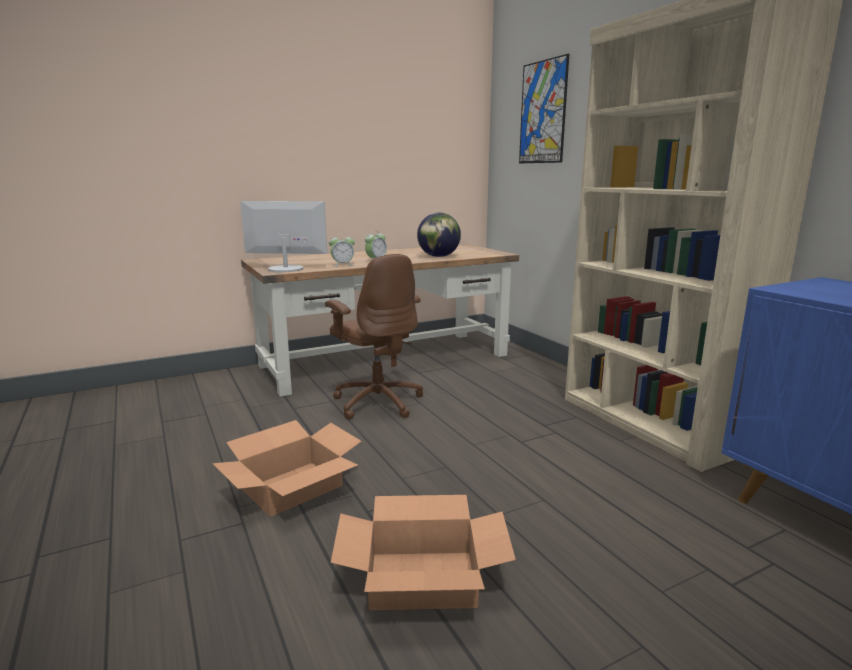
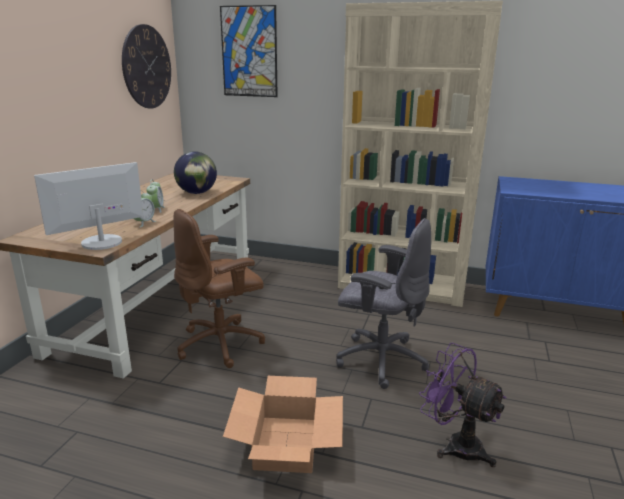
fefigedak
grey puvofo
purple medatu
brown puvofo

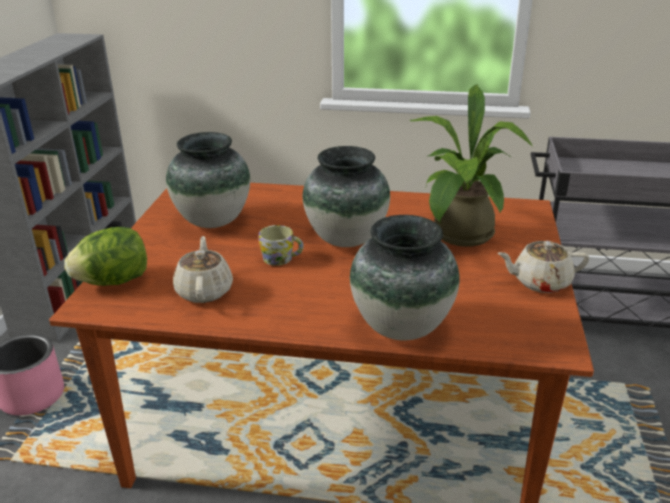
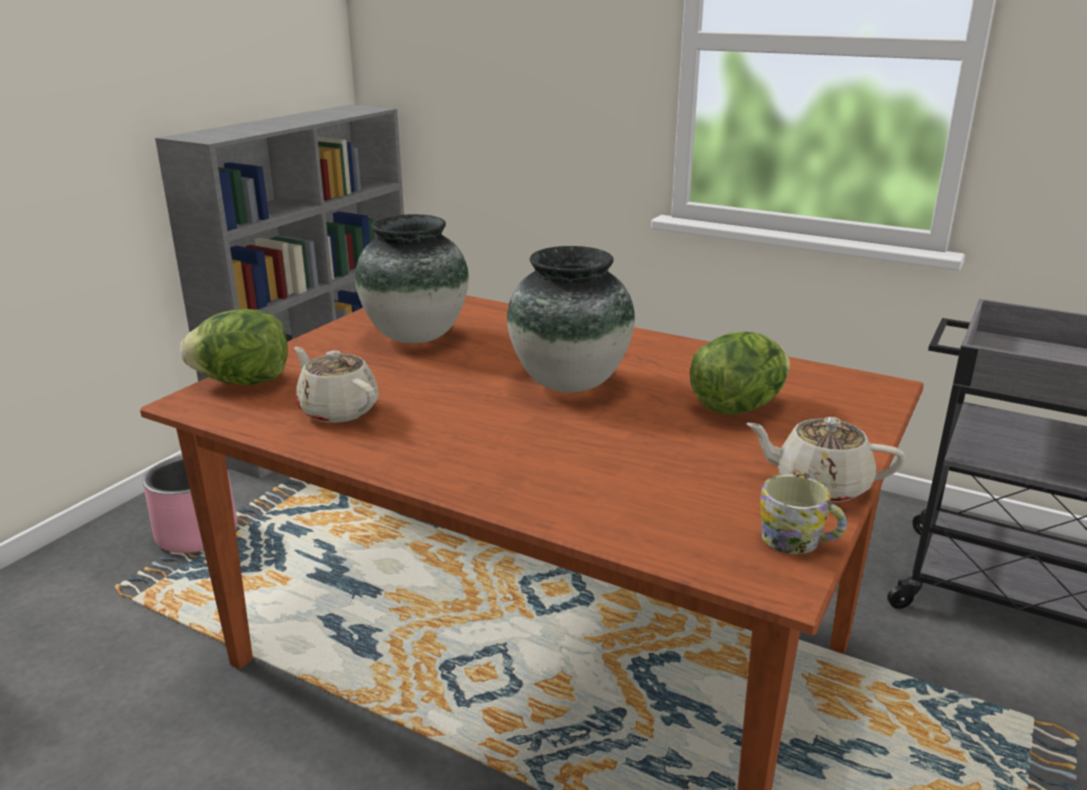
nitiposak (no. 3 from left in the first image)
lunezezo
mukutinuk (no. 2 from left)
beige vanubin (no. 1 from left)

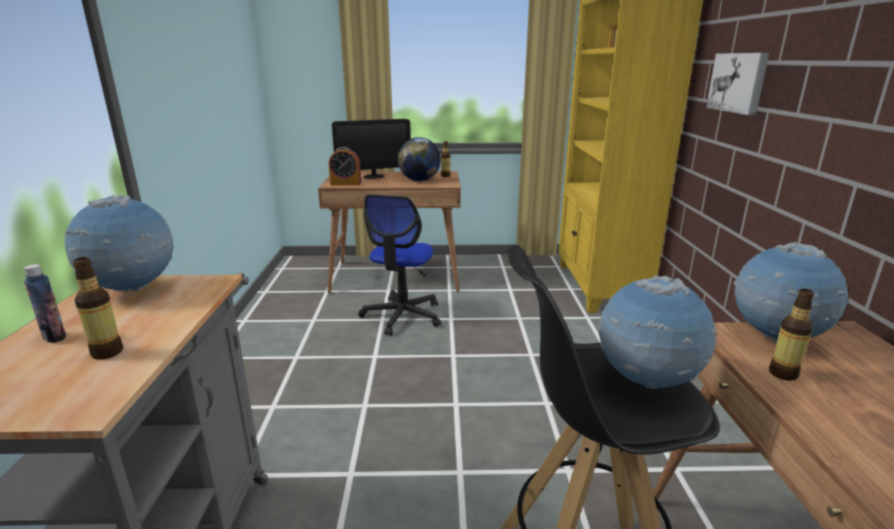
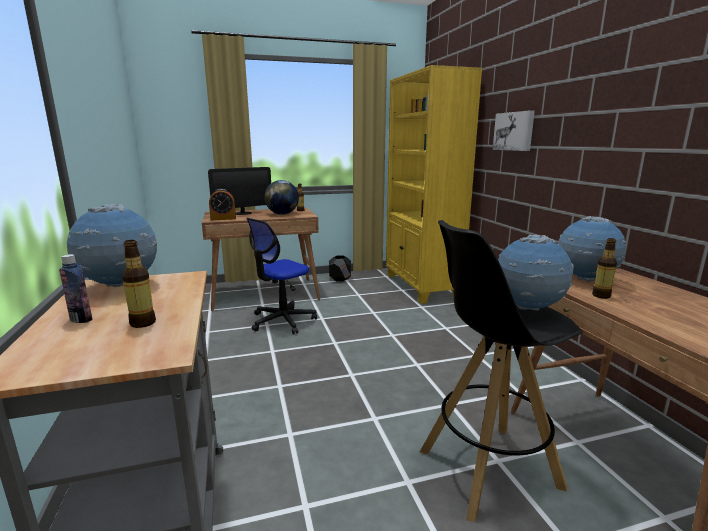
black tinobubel
puvofo

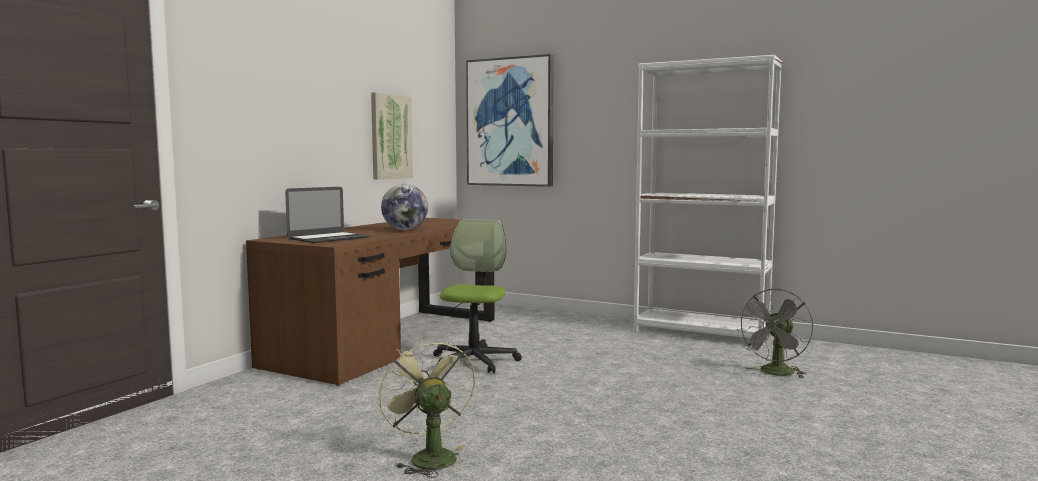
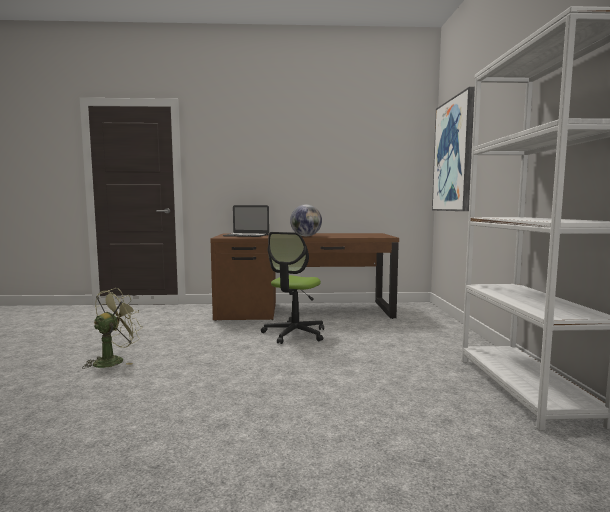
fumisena (no. 1 from left in the first image)
grey medatu
puvofo

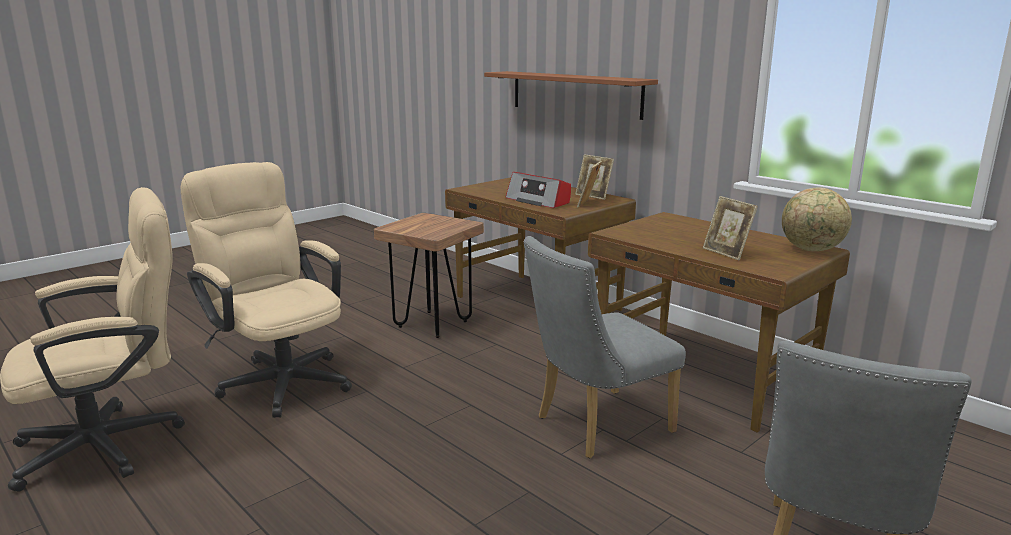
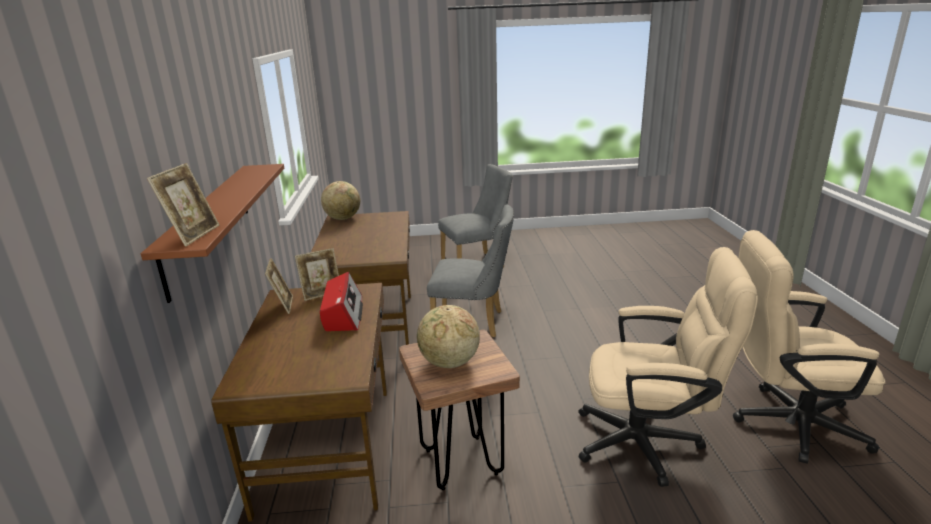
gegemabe (no. 2 from left)
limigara (no. 1 from left)
beige puvofo (no. 1 from left)

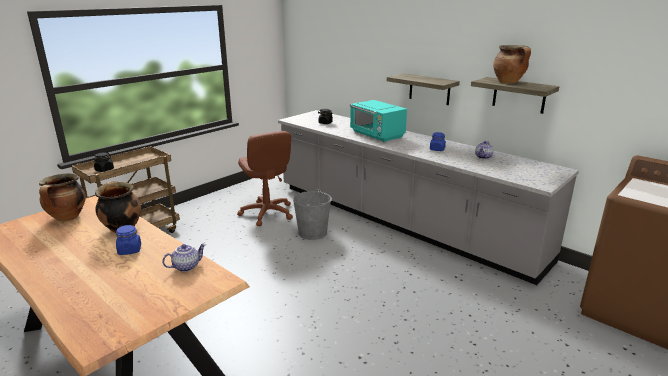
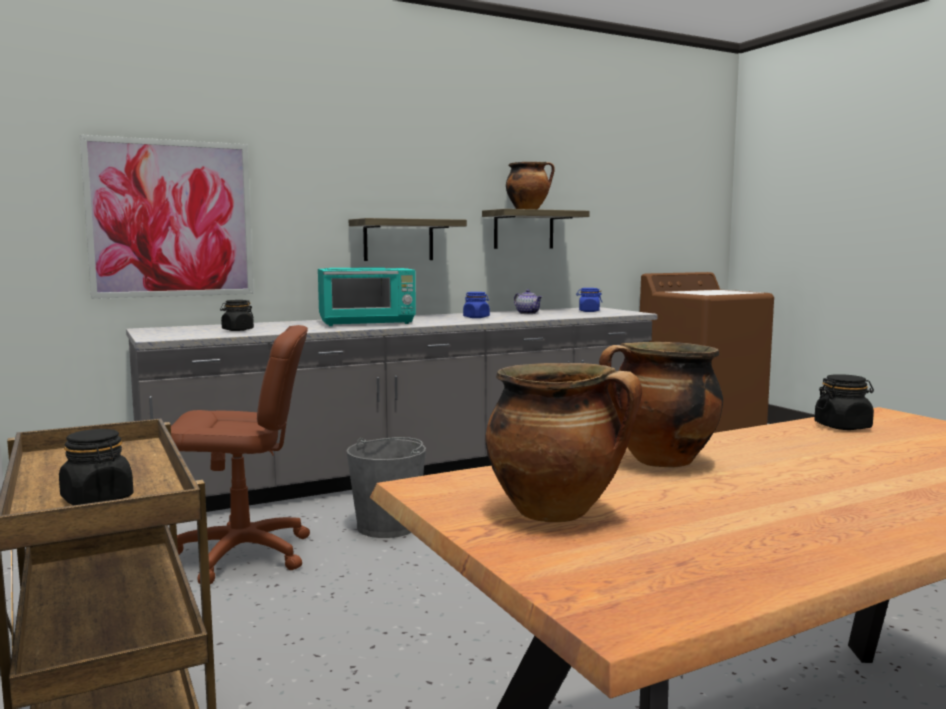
fumisena
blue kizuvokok (no. 2 from left)
black kizuvokok (no. 3 from left)

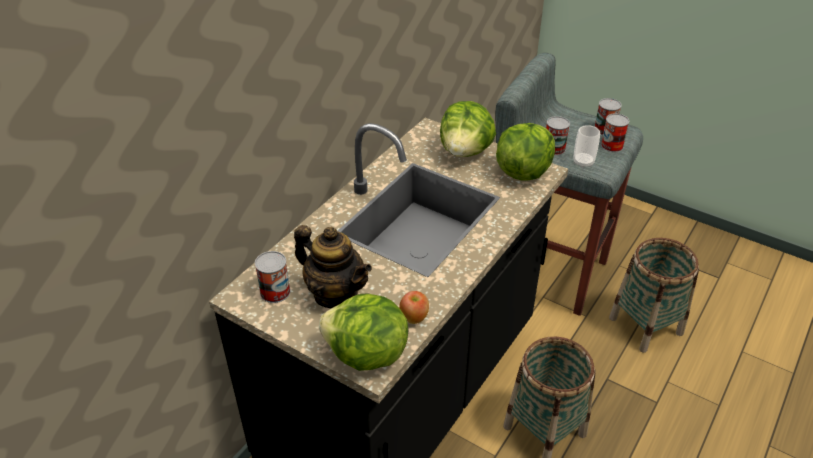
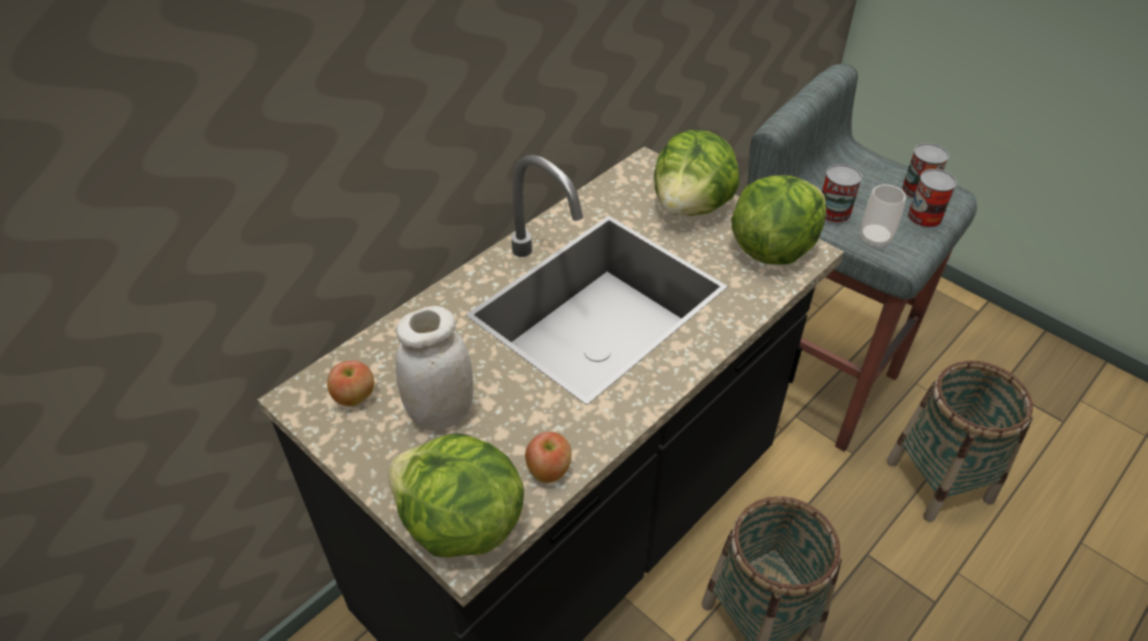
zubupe (no. 1 from left)
white kizuvokok

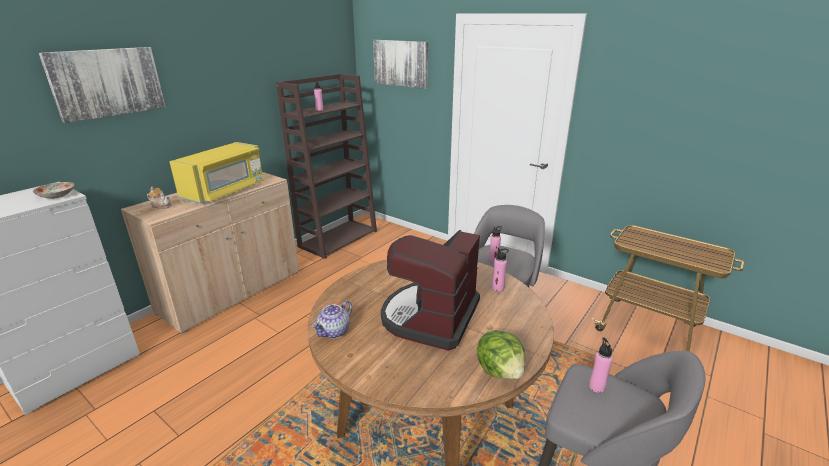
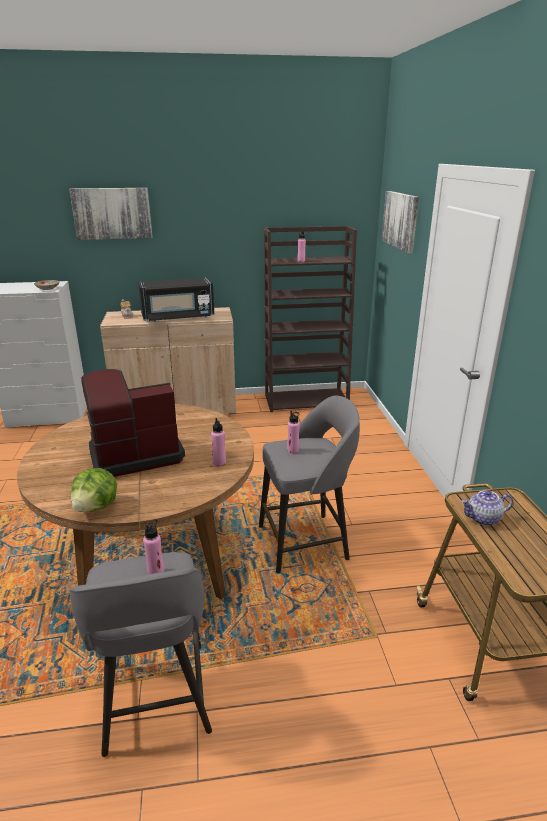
vanubin (no. 2 from left)
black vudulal

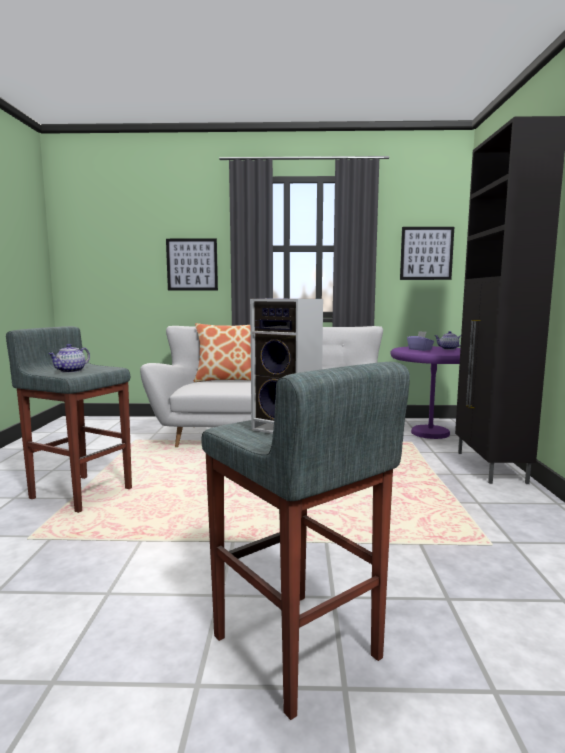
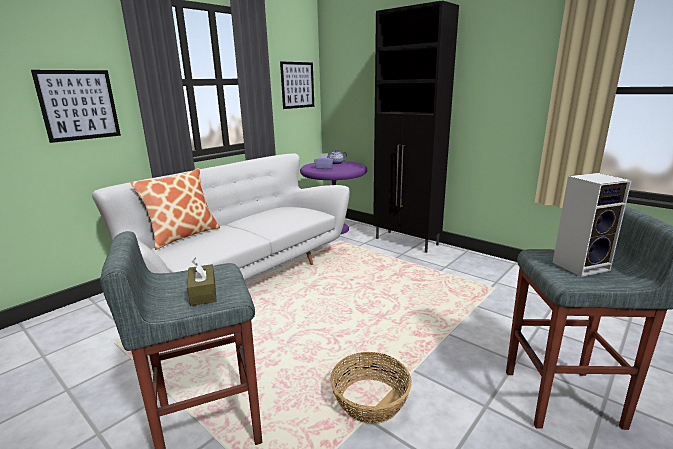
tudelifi
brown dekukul

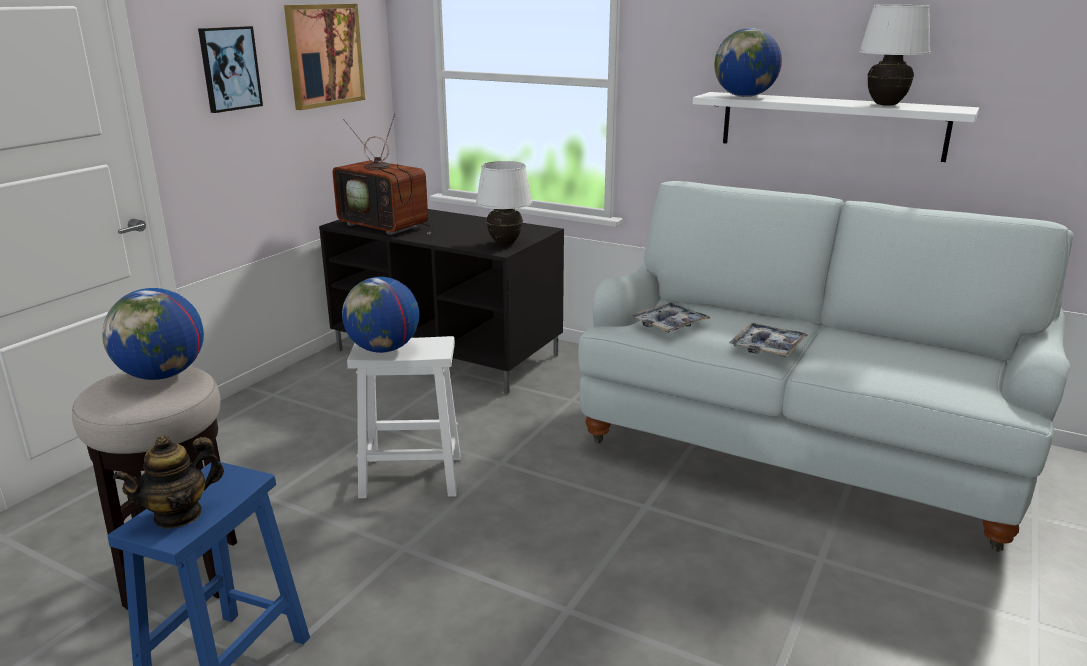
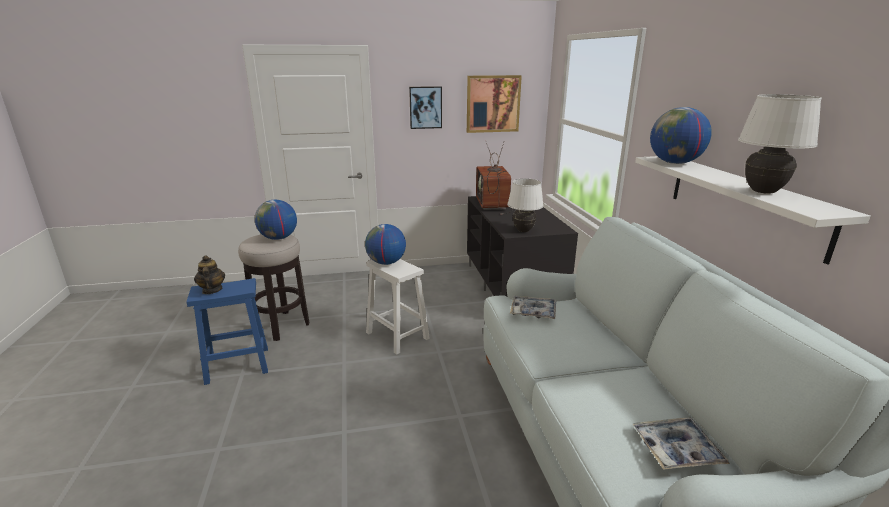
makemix (no. 2 from left)
vanubin

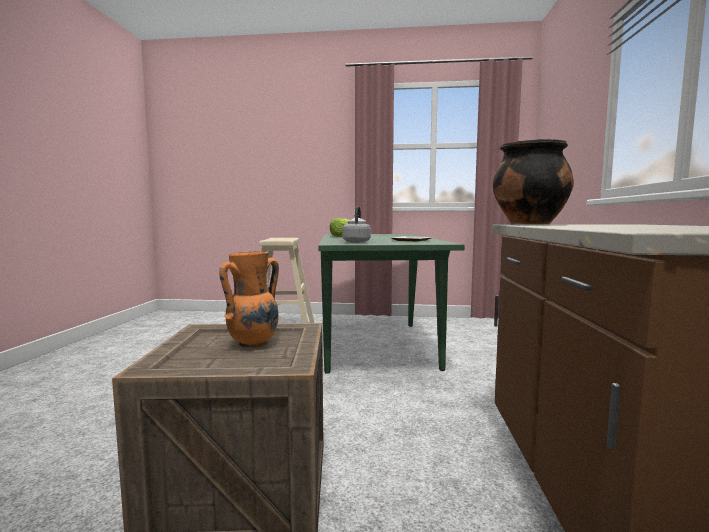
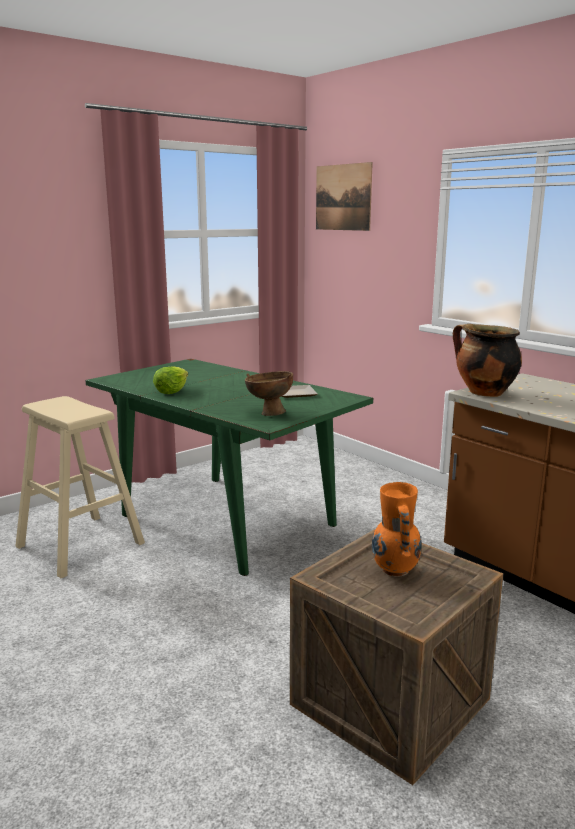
fumisena
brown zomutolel

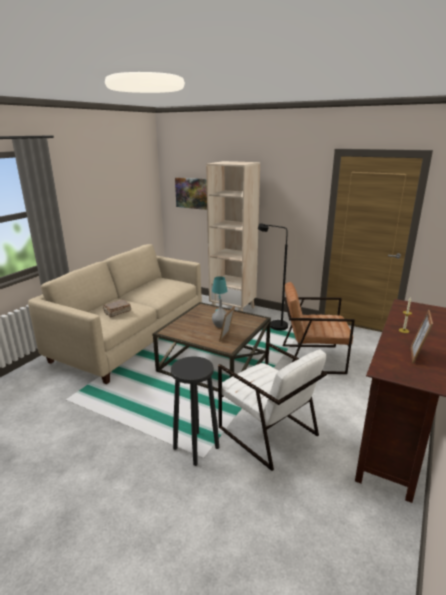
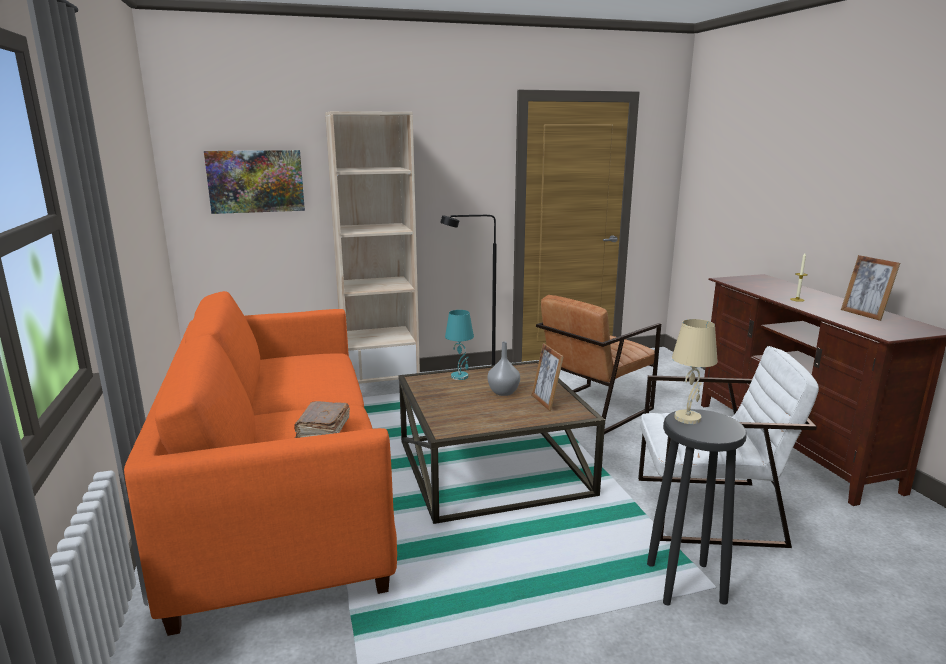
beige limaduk
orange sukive

